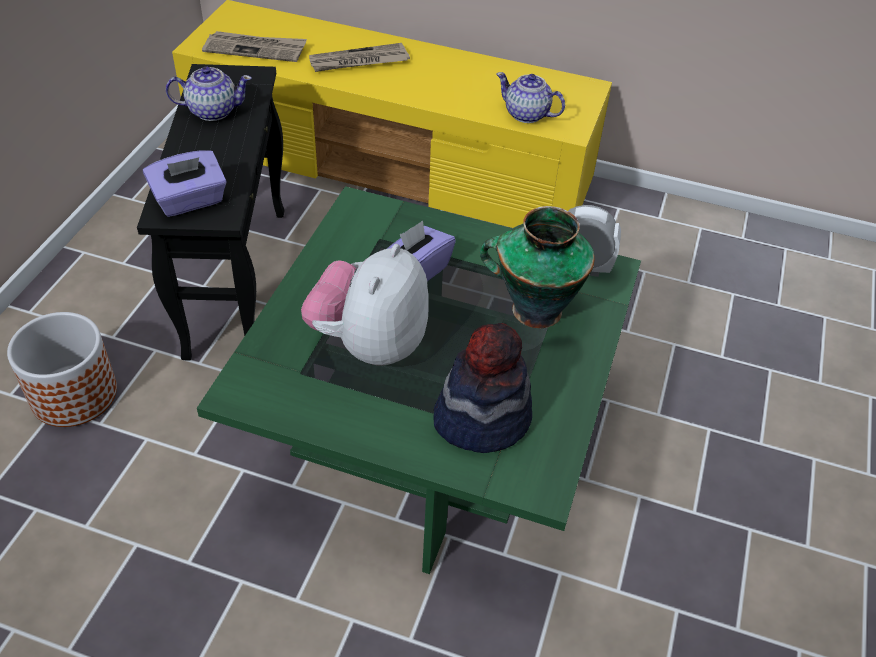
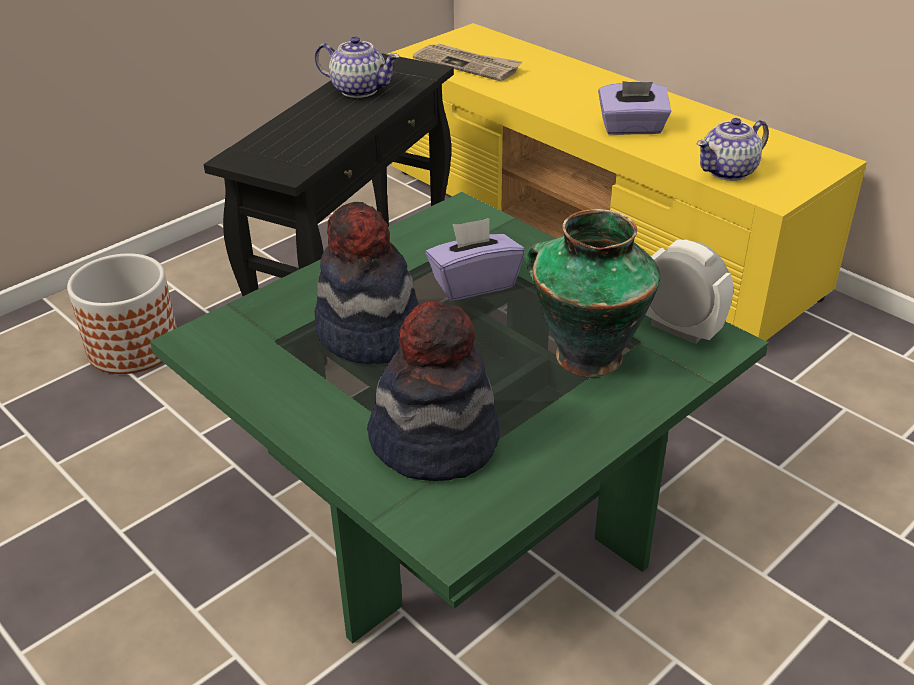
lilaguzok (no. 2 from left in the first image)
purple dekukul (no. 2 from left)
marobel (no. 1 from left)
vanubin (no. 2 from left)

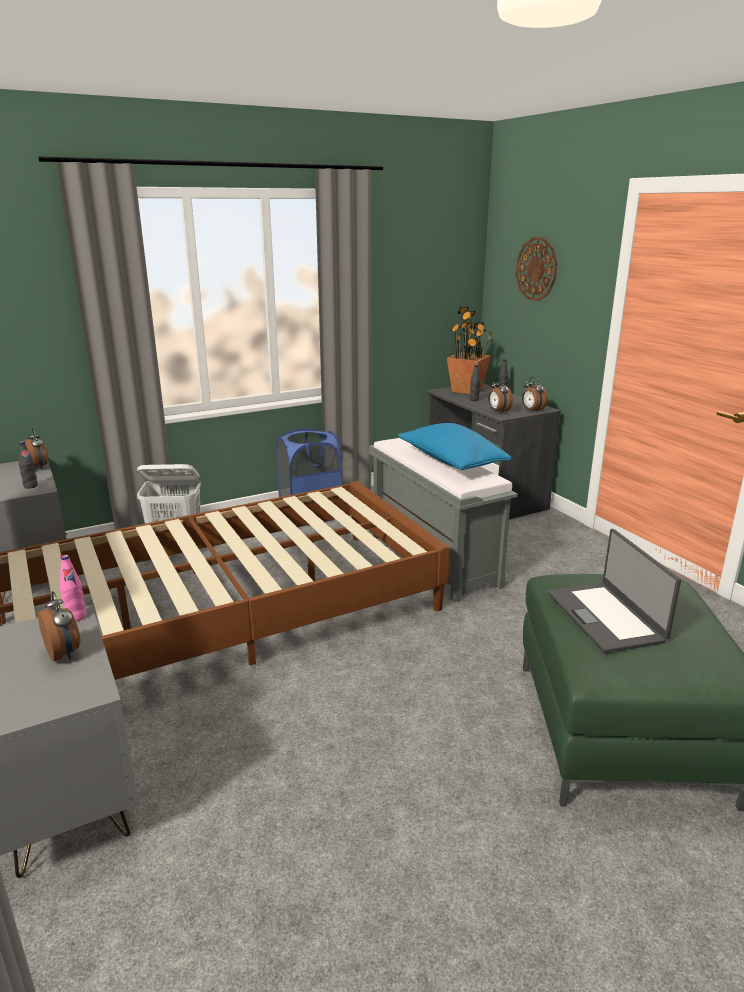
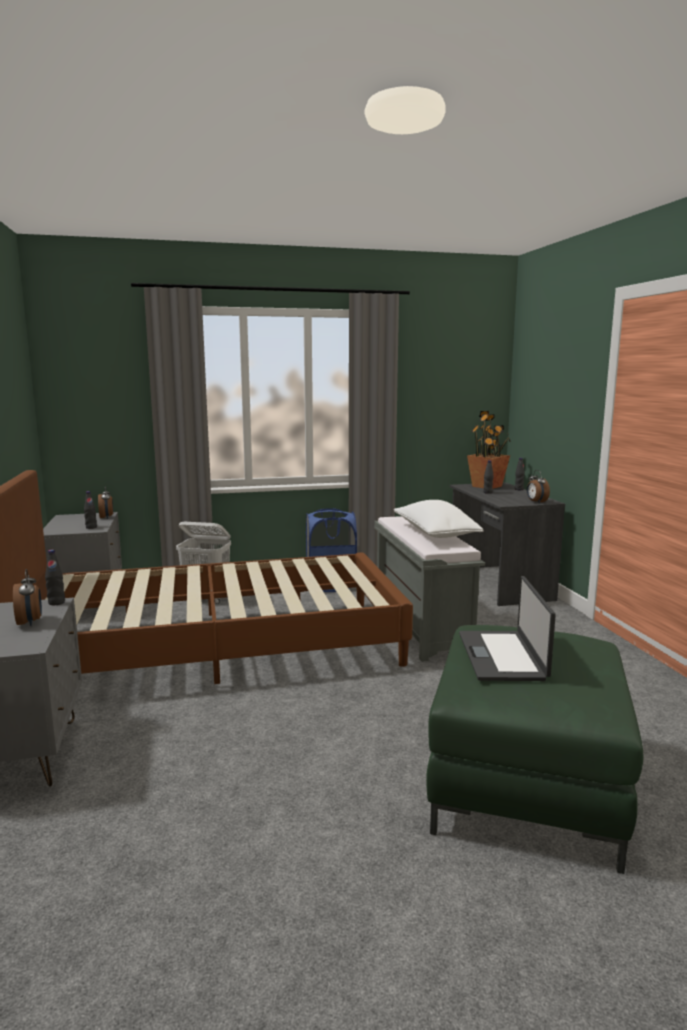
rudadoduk (no. 3 from left in the first image)
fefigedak
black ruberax (no. 1 from left)
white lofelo

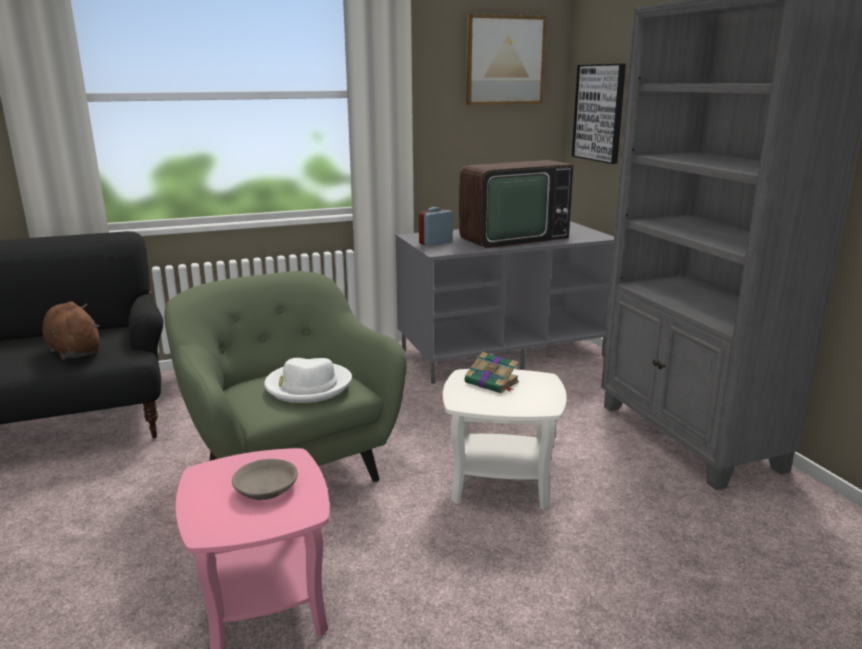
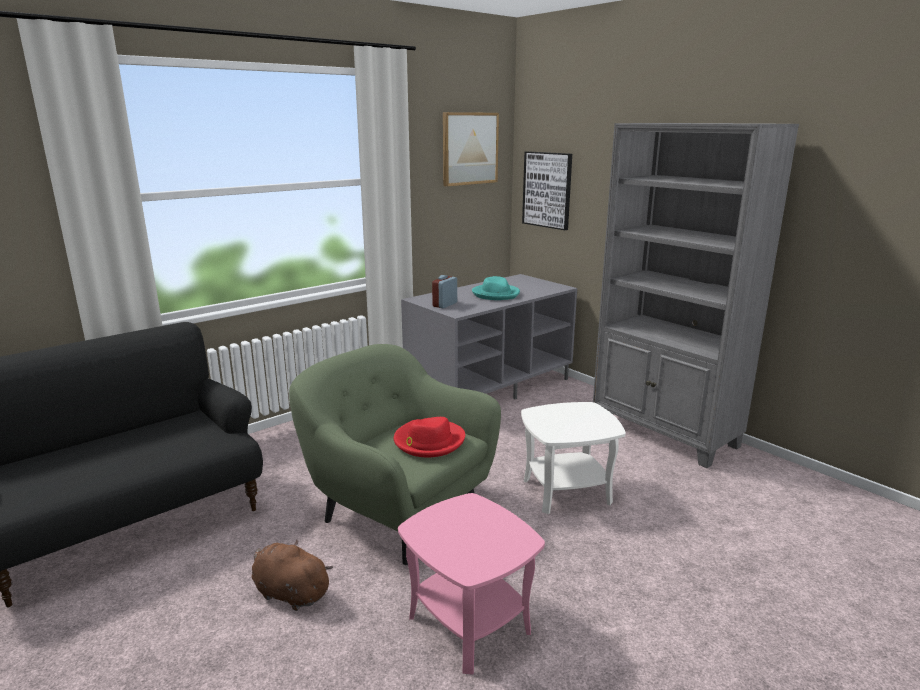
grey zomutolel
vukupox
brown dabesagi
turquoise marobel
red marobel

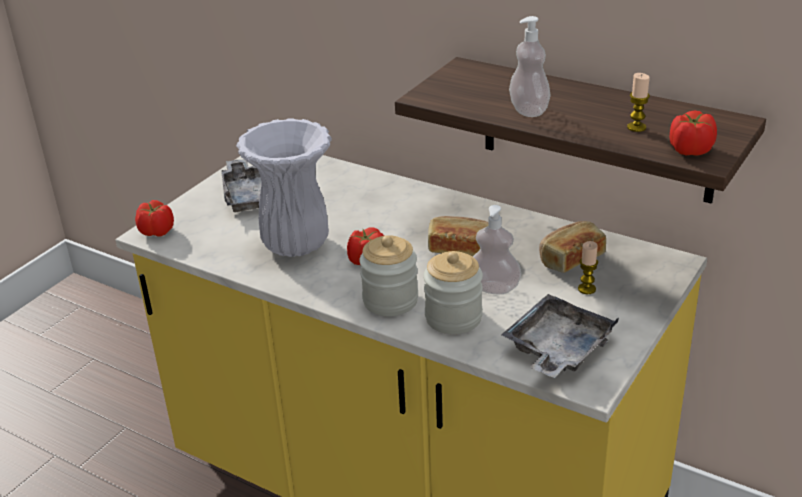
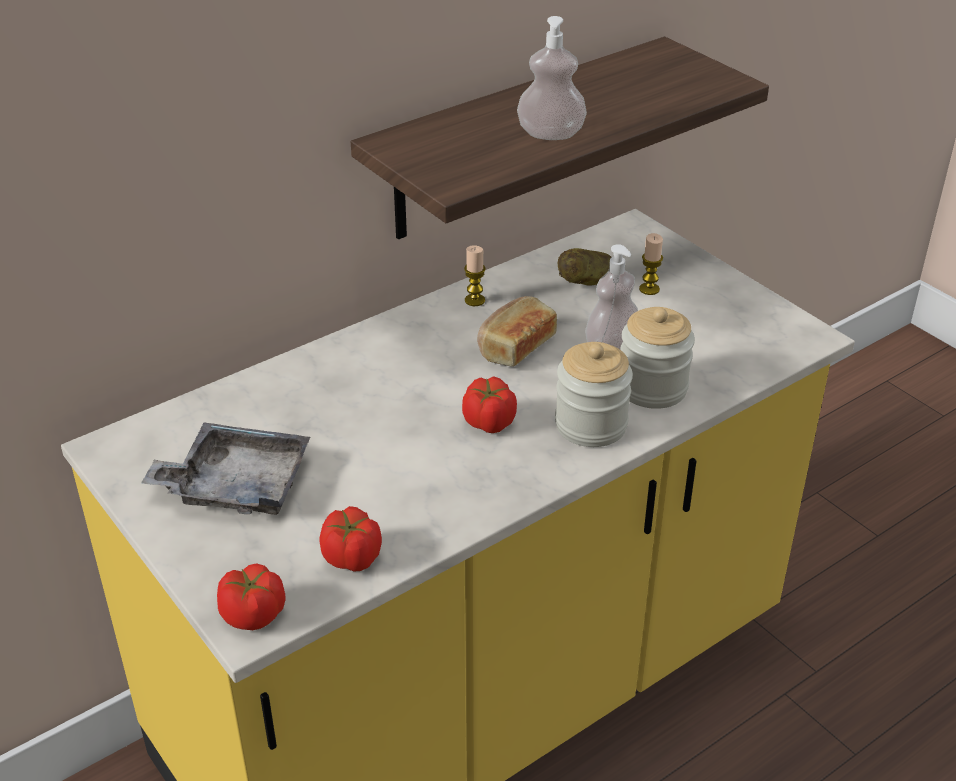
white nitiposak
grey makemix (no. 2 from left in the first image)
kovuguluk (no. 1 from left)
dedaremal (no. 2 from left)
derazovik

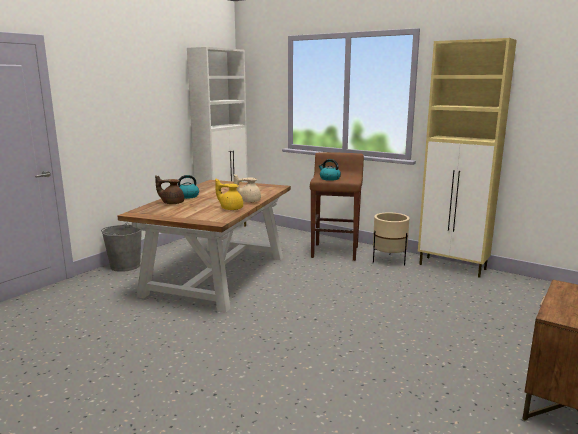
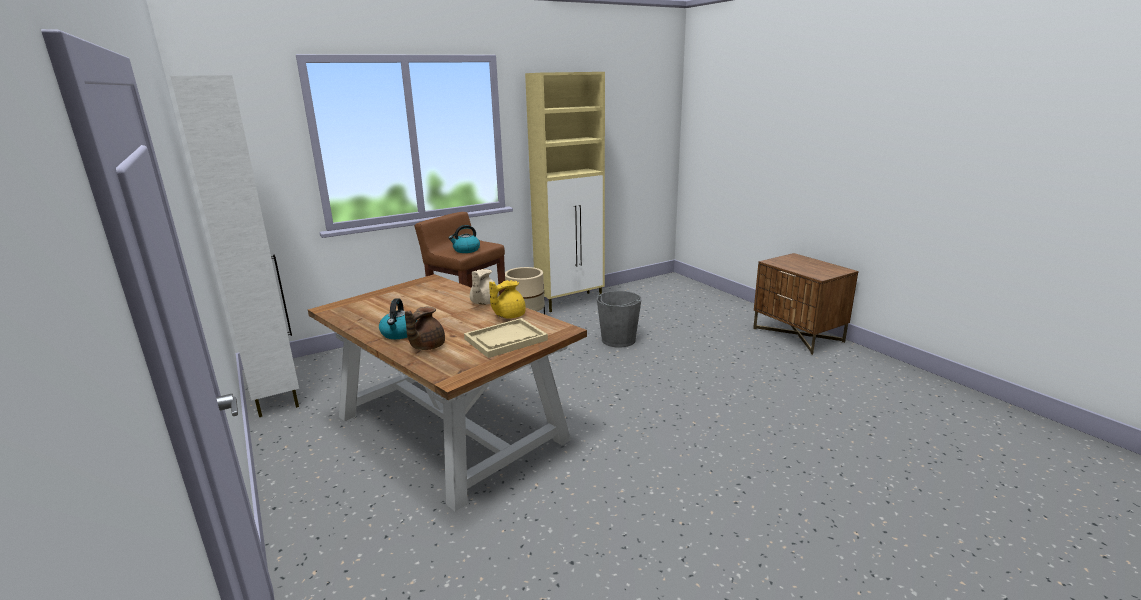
beige makemix
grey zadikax

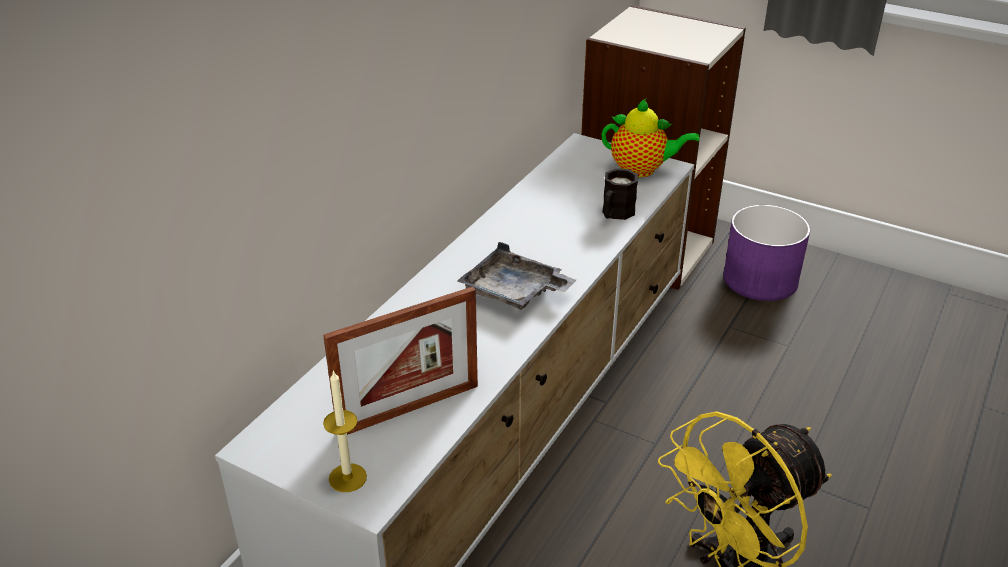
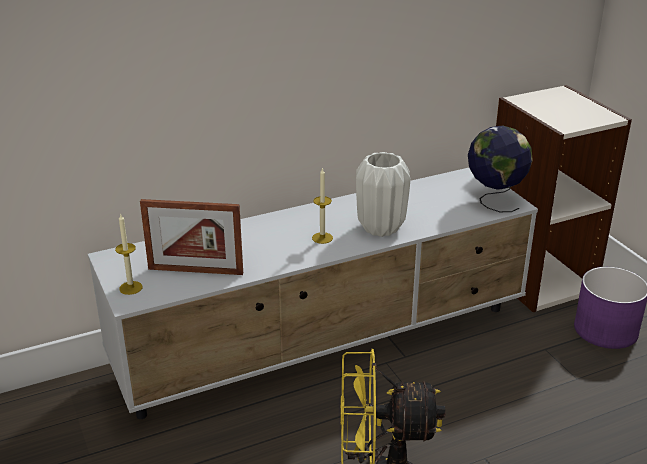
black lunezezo
white nitiposak
kovuguluk (no. 2 from left)
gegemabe

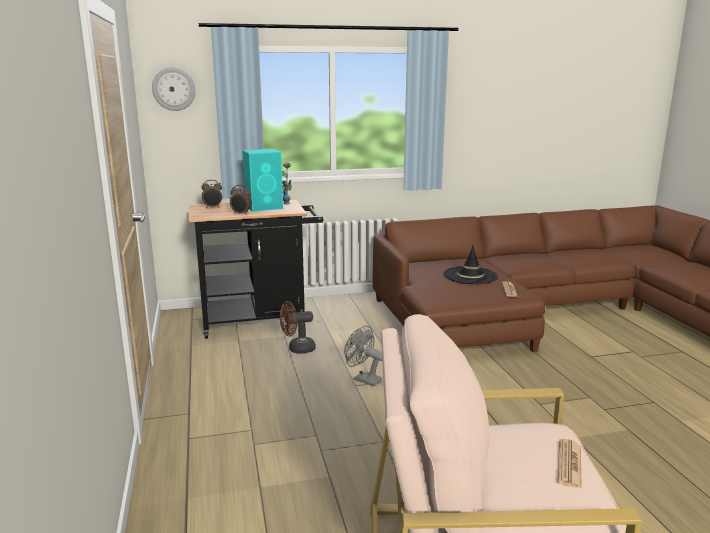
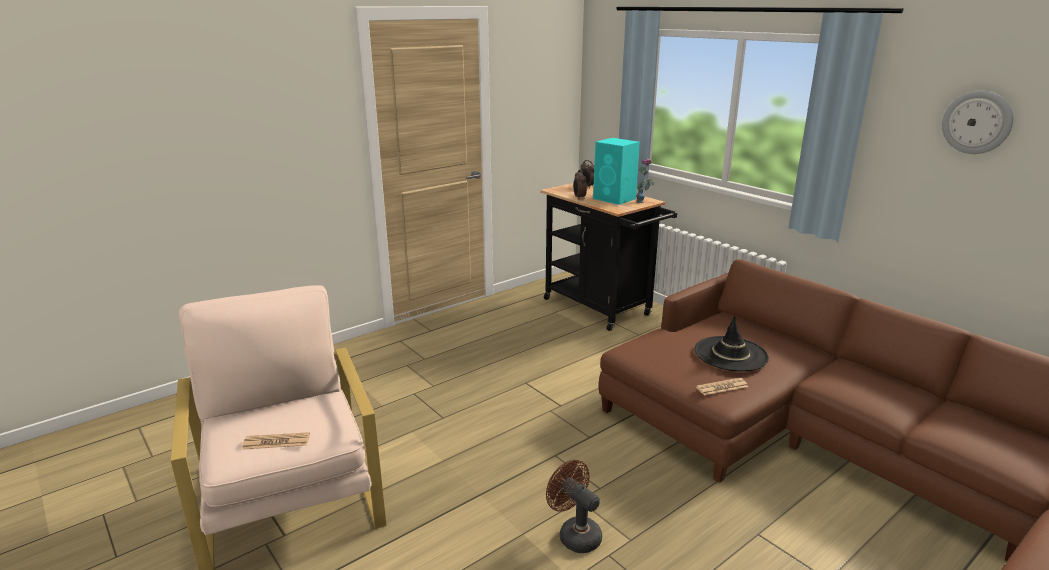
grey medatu
fefigedak
brown medatu

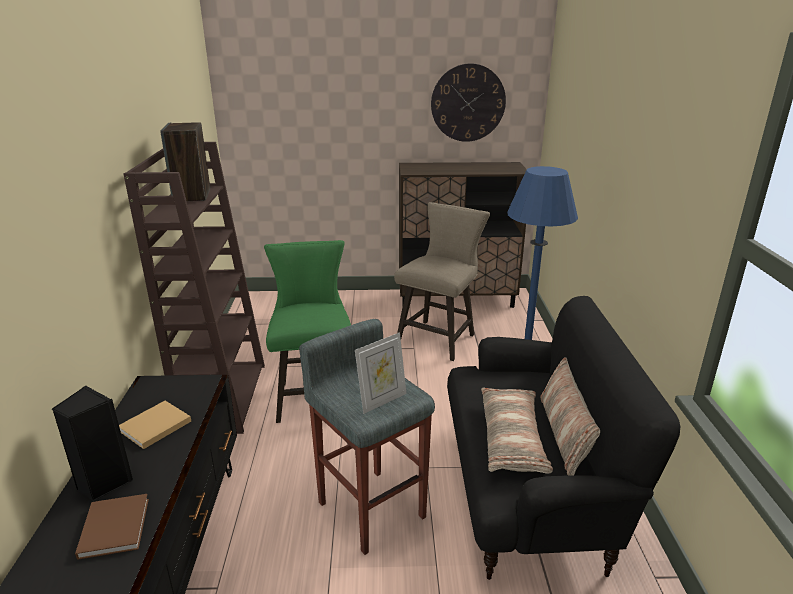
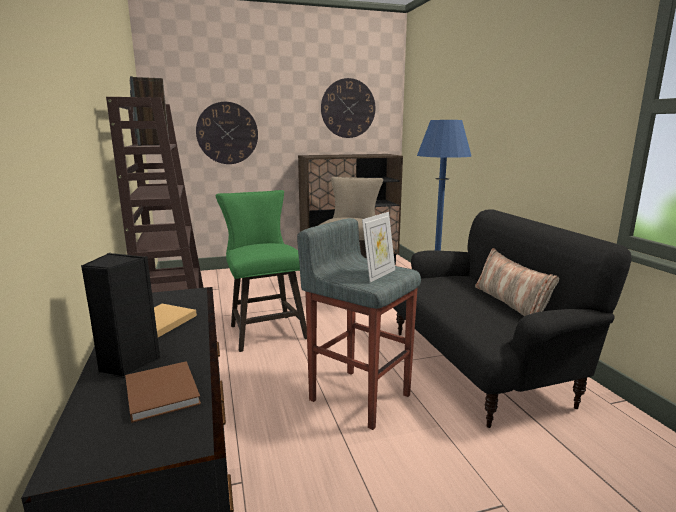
lofelo (no. 1 from left in the first image)
fefigedak (no. 1 from left)

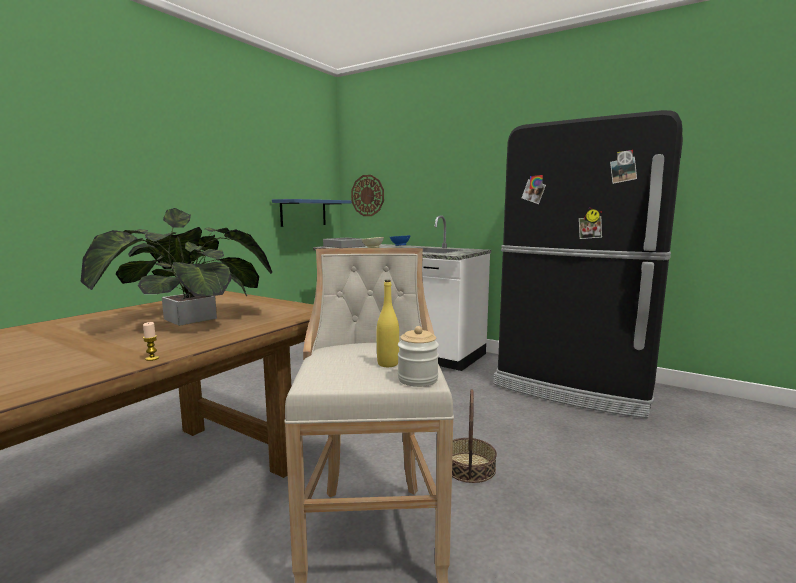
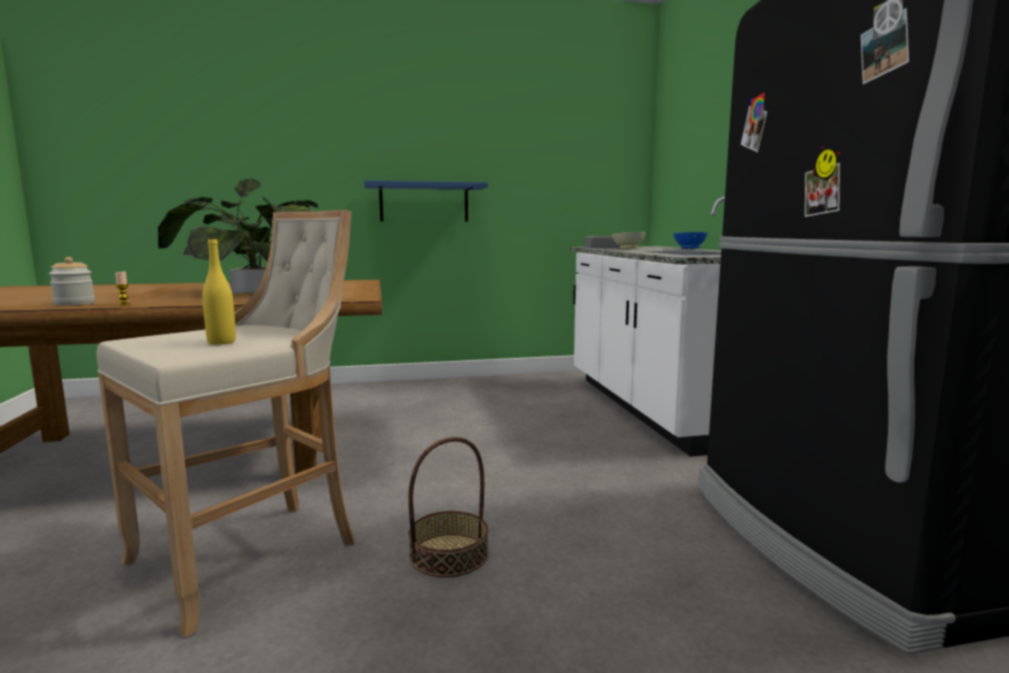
fefigedak
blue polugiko
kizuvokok

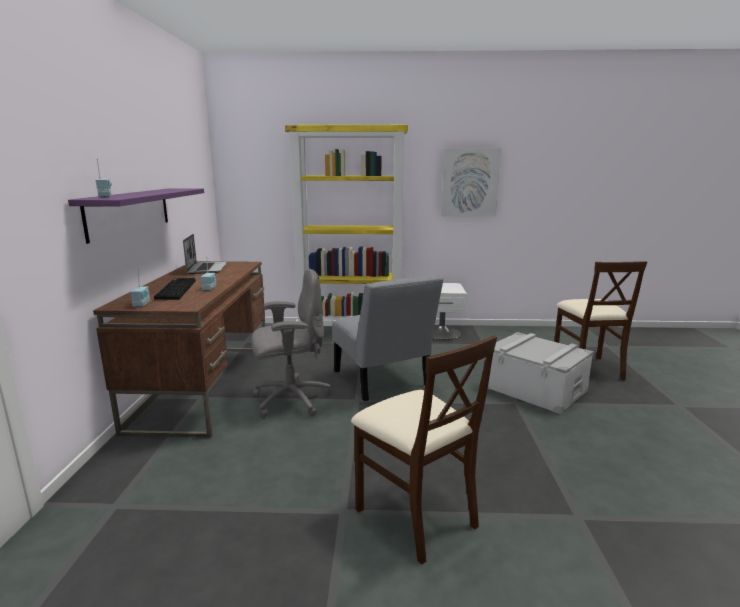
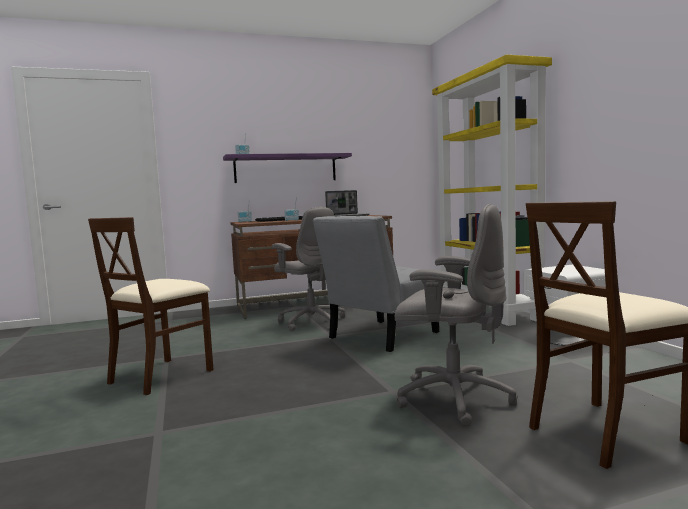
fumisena
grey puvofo (no. 2 from left)

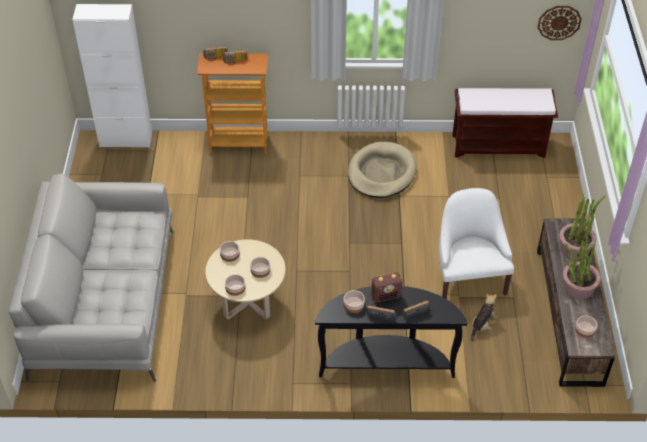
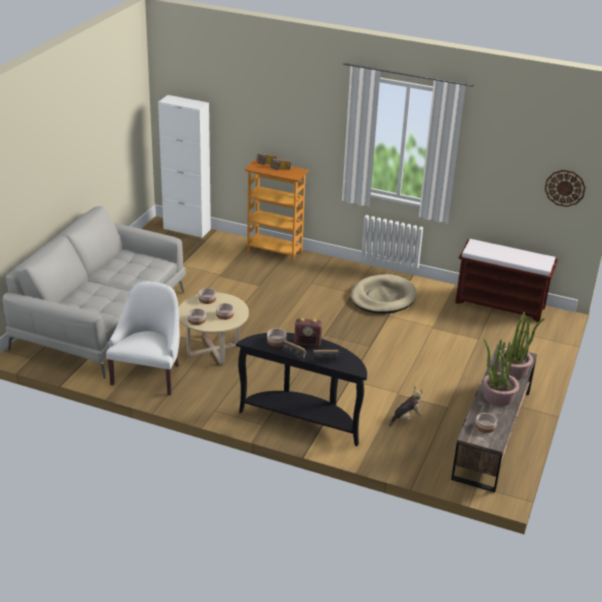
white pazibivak

